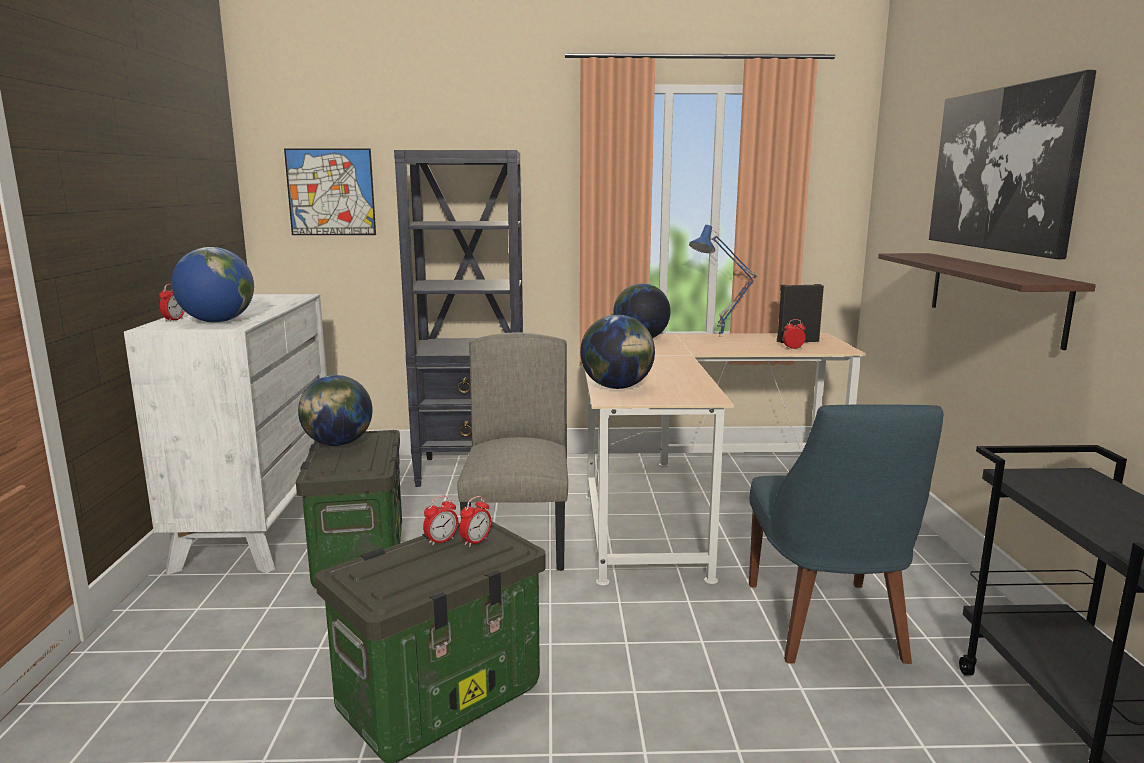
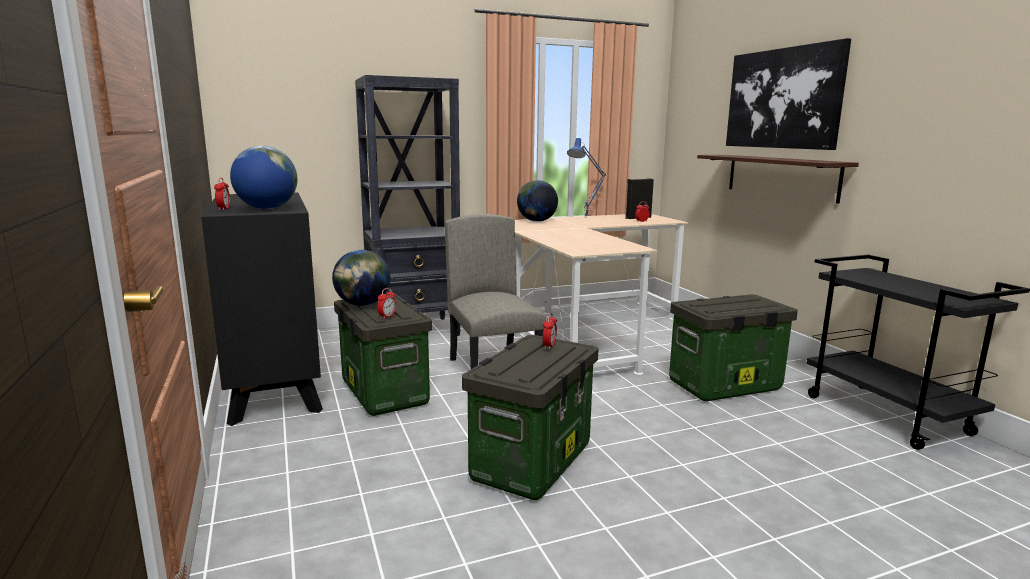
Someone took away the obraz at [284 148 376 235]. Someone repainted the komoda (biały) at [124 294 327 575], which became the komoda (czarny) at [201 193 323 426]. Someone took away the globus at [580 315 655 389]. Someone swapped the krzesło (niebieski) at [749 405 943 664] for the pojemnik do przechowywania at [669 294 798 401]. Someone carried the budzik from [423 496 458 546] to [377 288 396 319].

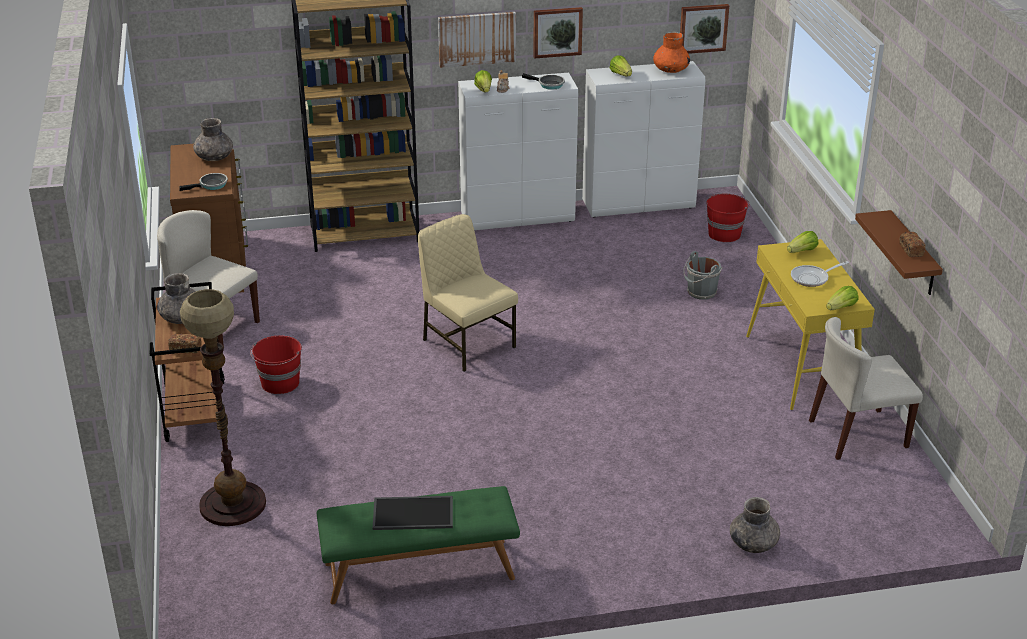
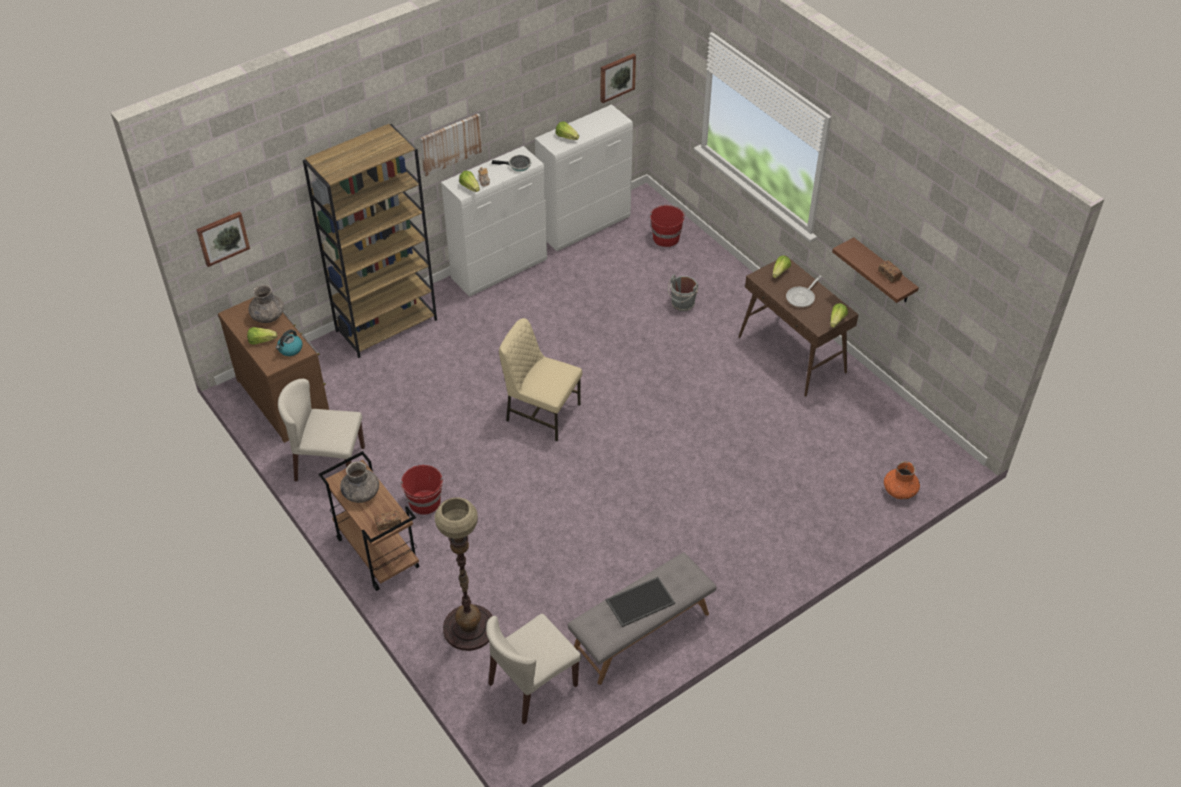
Someone carried the obraz from [533 7 583 59] to [196 211 250 267]. Someone carried the wazon (pomarańczowy) from [653 32 690 73] to [884 461 920 499]. Someone swapped the patelnia at [179 173 228 191] for the czajnik at [276 330 303 356]. Someone repainted the stolik konsolowy (żółty) at [746 239 875 410], which became the stolik konsolowy (brązowy) at [738 255 859 397]. Someone carried the krzesło (beżowy) from [809 317 923 460] to [486 614 581 724]. Someone repainted the ławka (zielony) at [317 486 520 604], which became the ławka (szary) at [568 552 717 685]. Someone took away the wazon (szary) at [730 497 780 553]. Someone put down the sałata at [247 327 277 345].

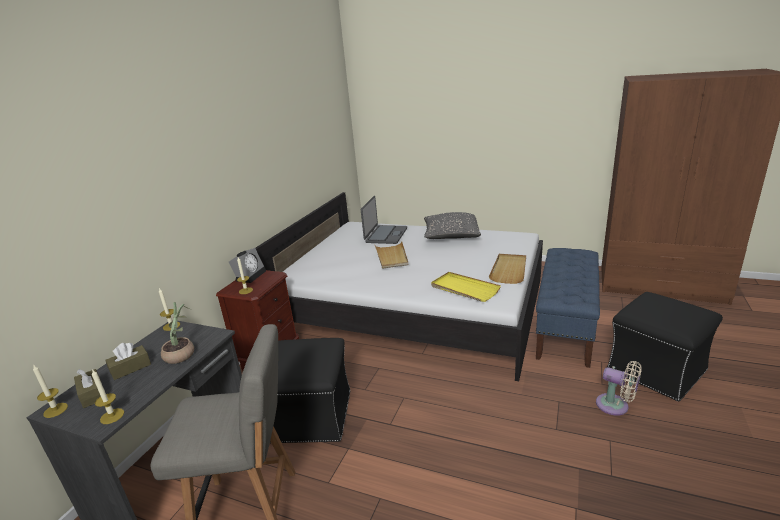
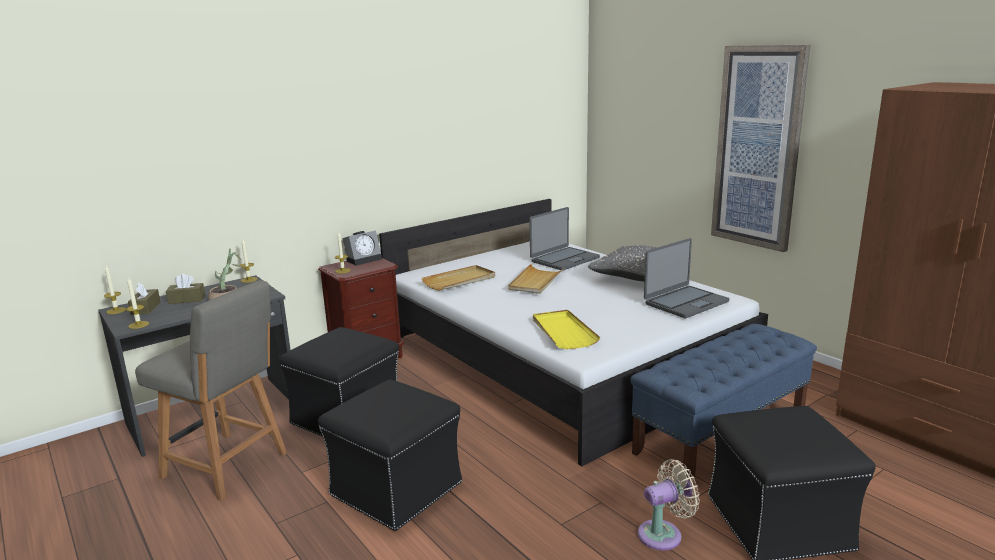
Someone carried the taca (beżowy) from [489 254 526 284] to [422 265 495 291]. Someone rotated the wentylator (beżowy) at [596 361 642 416] by 90 degrees counterclockwise. Someone put up the obraz at [711 45 810 252]. Someone put down the laptop at [644 238 729 318]. Someone put down the pufa (czarny) at [318 380 462 531].

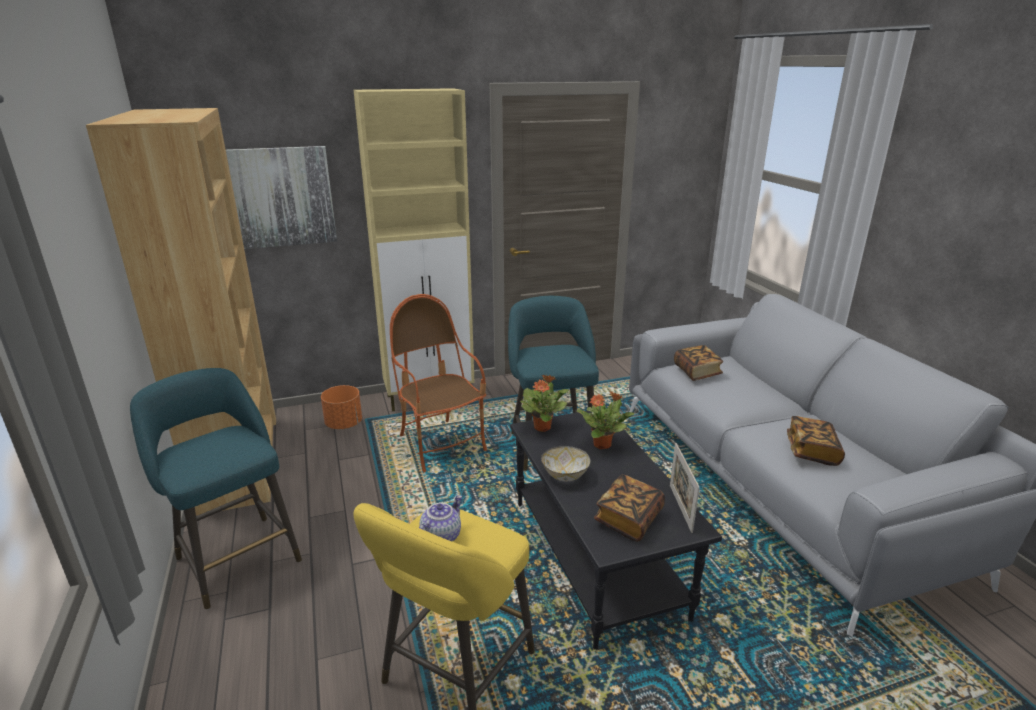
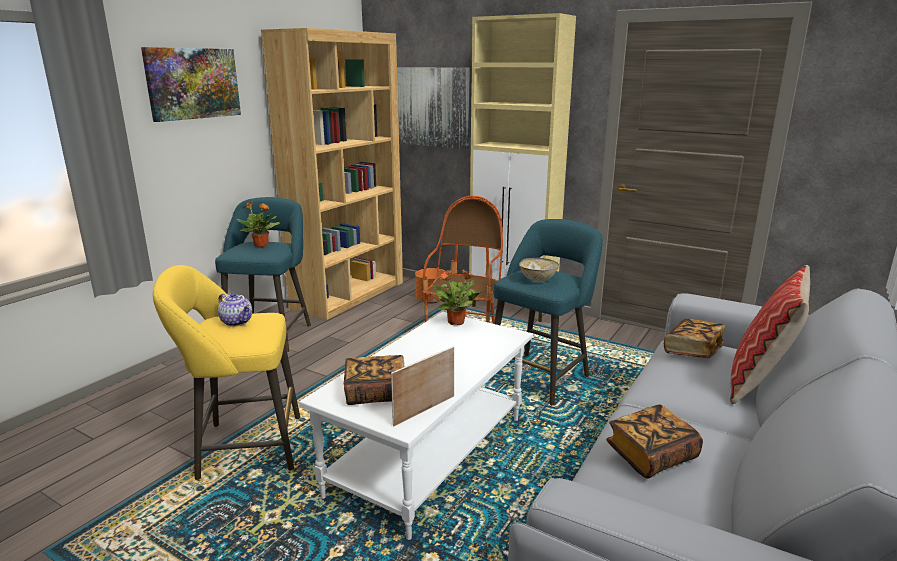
Someone carried the roślina doniczkowa from [577 391 634 449] to [236 201 280 247]. Someone repainted the ława (czarny) at [510 411 722 650], which became the ława (biały) at [299 312 533 540]. Someone carried the miska from [541 446 590 481] to [519 258 559 281]. Someone rotated the imbryk at [419 495 462 542] by 45 degrees clockwise. Someone put up the obraz at [141 47 241 122]. Someone put down the poduszka at [730 265 810 404].

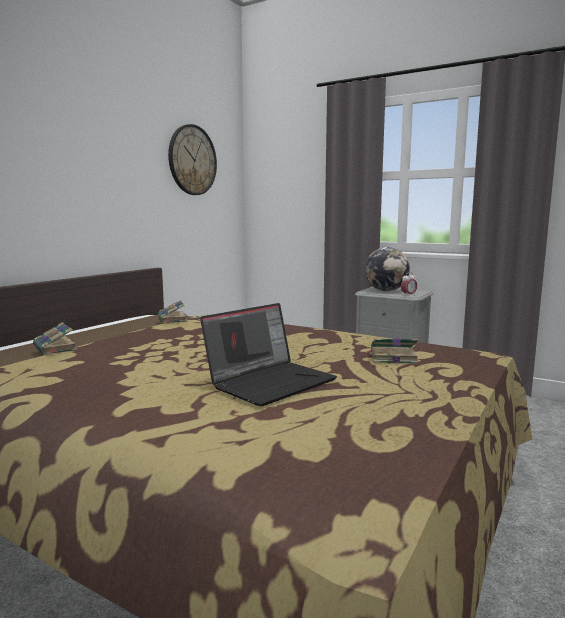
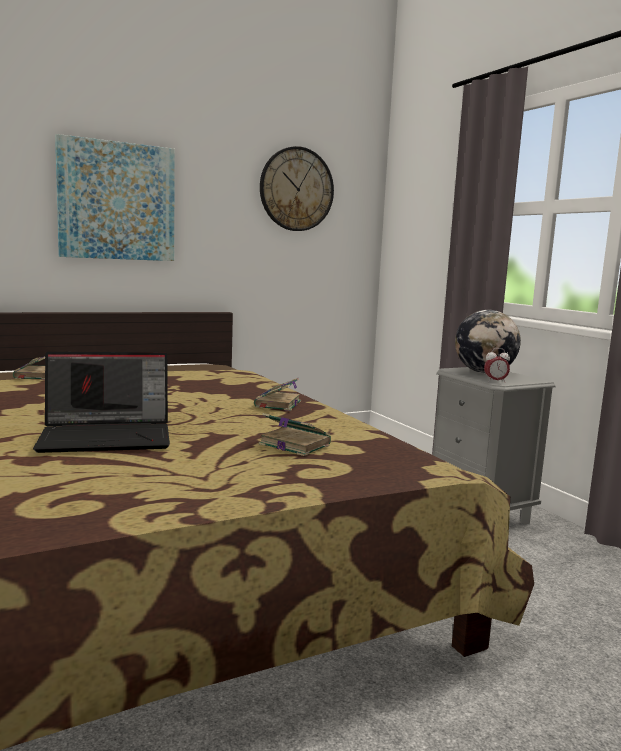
Someone carried the książka from [158 300 187 323] to [254 378 301 411]. Someone put up the obraz at [55 134 175 261].

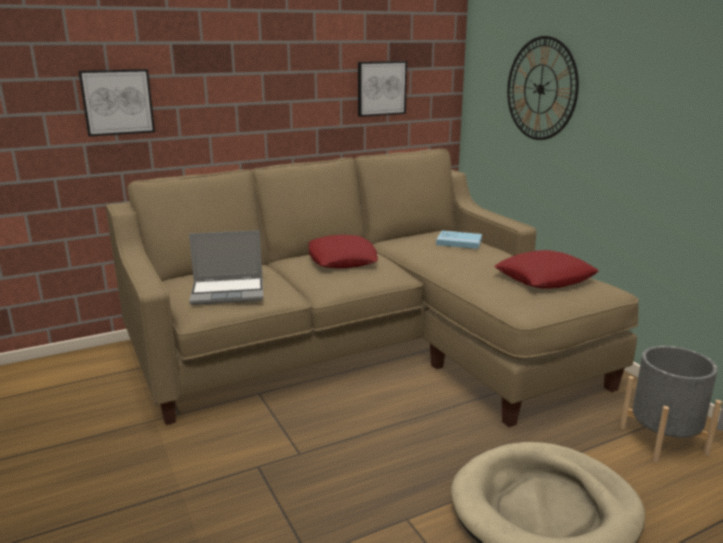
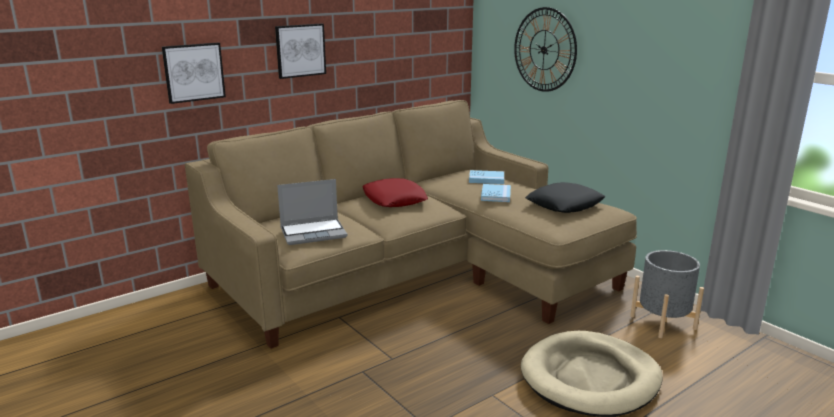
Someone carried the obraz from [358 61 407 117] to [275 23 326 79]. Someone repainted the poduszka (czerwony) at [494 250 599 289], which became the poduszka (czarny) at [525 182 605 213]. Someone put down the książka (niebieski) at [481 184 511 202].

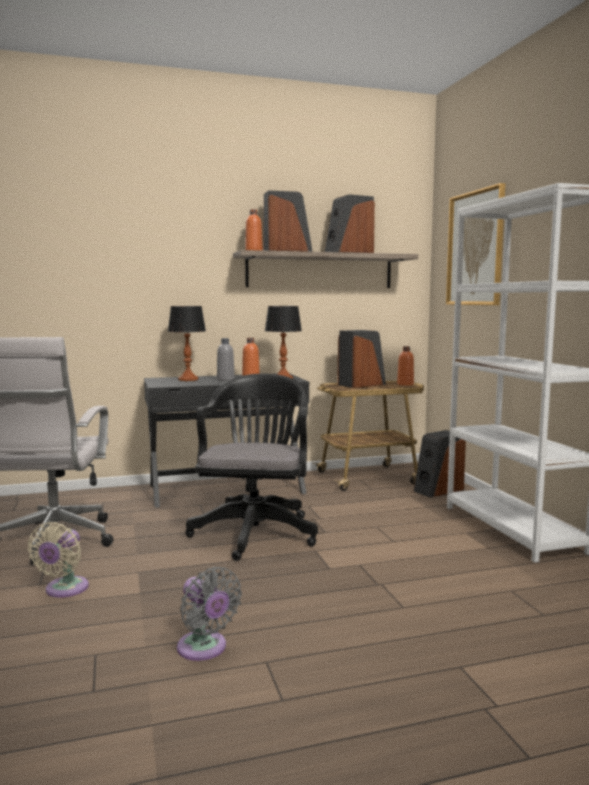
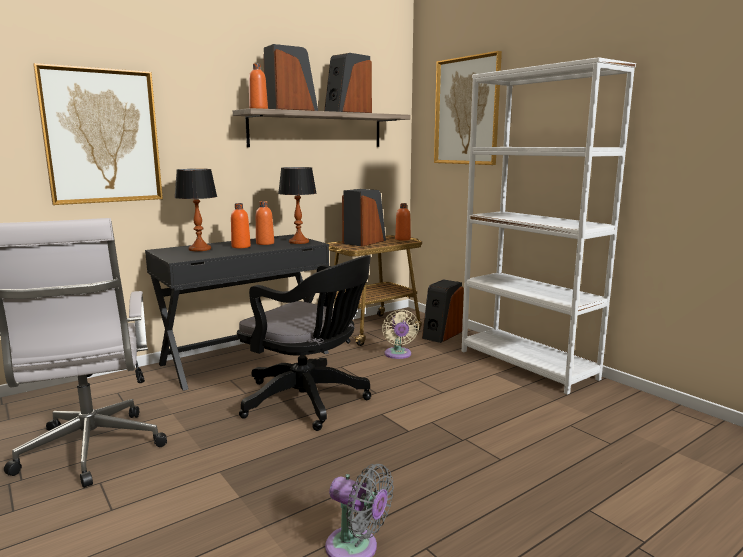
Someone repainted the butelka (szary) at [217 338 235 381], which became the butelka (pomarańczowy) at [231 203 251 248]. Someone rotated the krzesło biurowe (czarny) at [185 374 318 561] by 135 degrees clockwise. Someone carried the wentylator (beżowy) from [27 522 89 598] to [382 309 419 359]. Someone put up the obraz at [33 63 163 205].

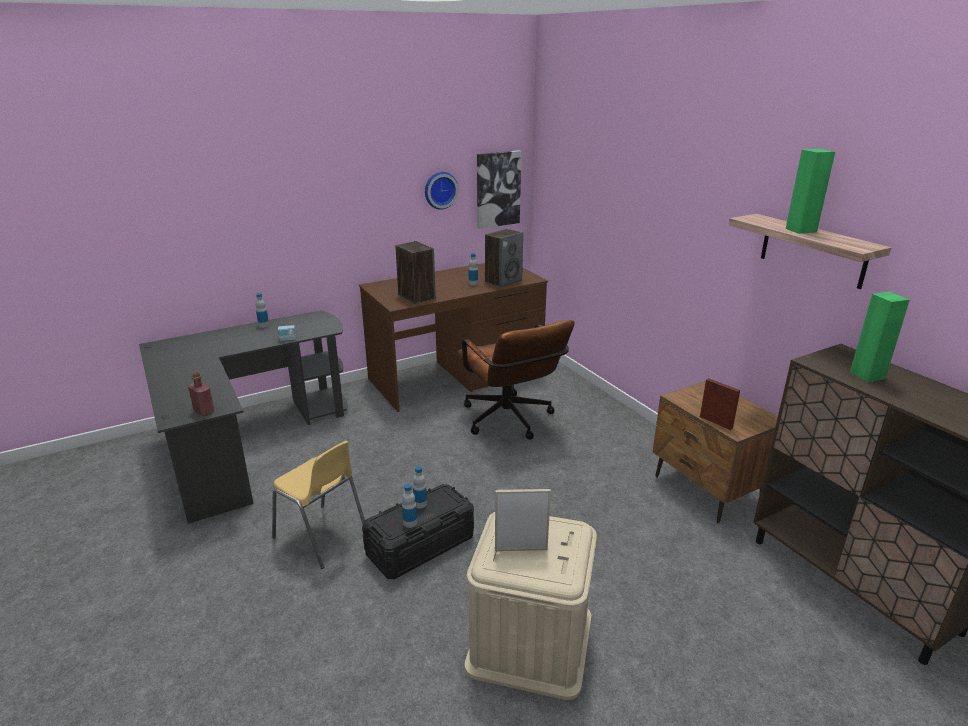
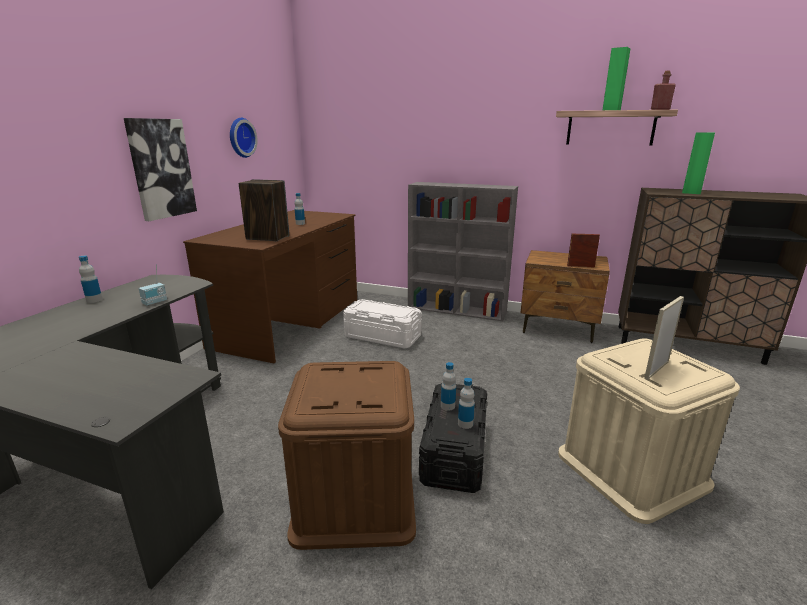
Someone carried the obraz from [477 151 521 229] to [124 118 197 221]. Someone took away the głośnik at [485 229 523 288]. Someone swapped the krzesło biurowe (brązowy) at [457 320 575 440] for the pojemnik do przechowywania (biały) at [343 299 422 349]. Someone carried the butelka (czerwony) from [188 372 214 416] to [651 71 676 110]. Someone swapped the krzesło (żółty) at [272 441 365 569] for the pojemnik do przechowywania (brązowy) at [278 361 416 550]. Someone put down the regał (szary) at [408 182 518 321].

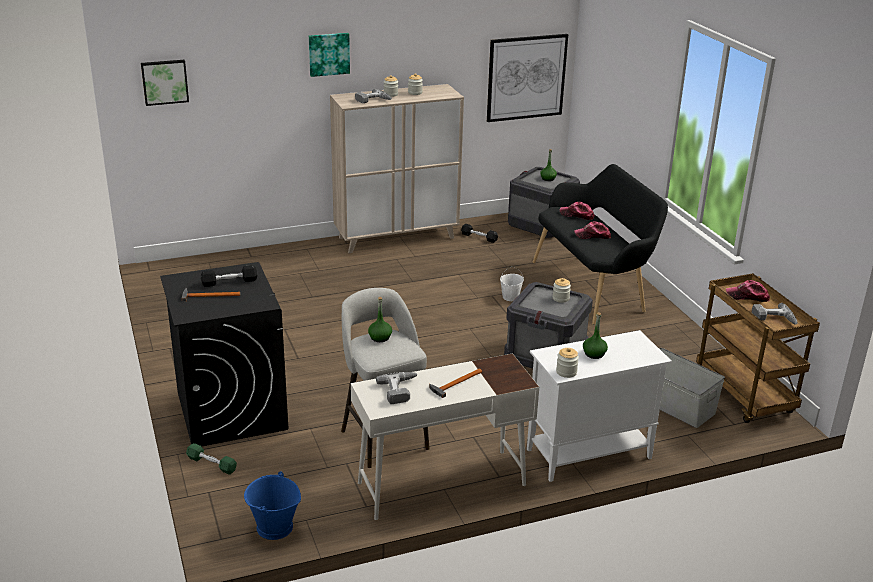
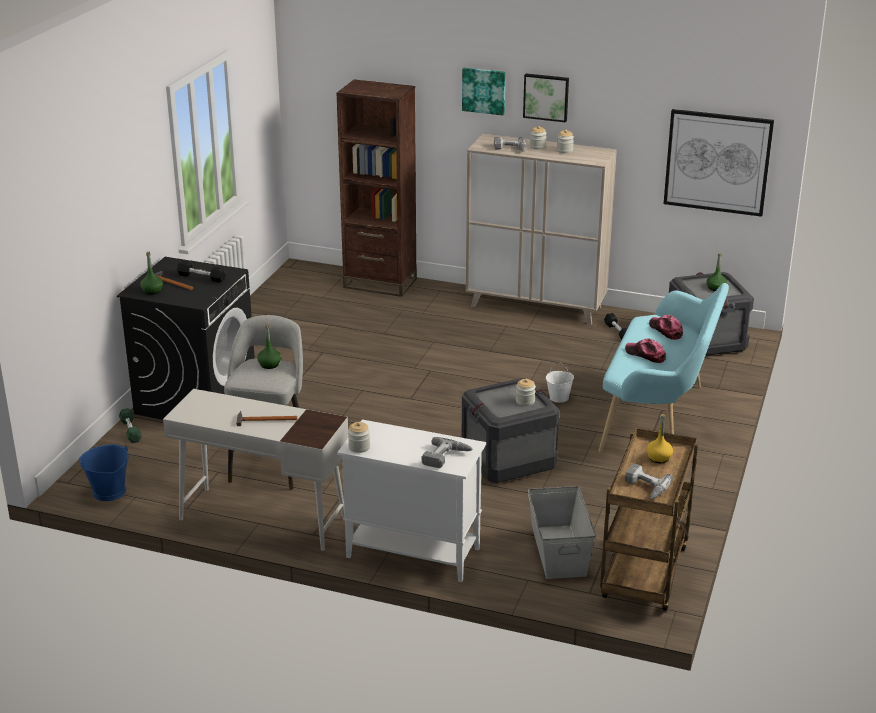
Someone carried the obraz from [141 60 189 106] to [523 73 569 123]. Someone repainted the ławka (czarny) at [533 164 668 325], which became the ławka (turkusowy) at [598 283 729 453]. Someone swapped the czapka z daszkiem at [726 280 770 302] for the butelka (żółty) at [646 414 673 463]. Someone carried the butelka (zielony) from [583 312 608 359] to [140 252 163 295]. Someone carried the wiertarka from [376 372 418 404] to [422 437 473 468]. Someone put down the regał (brązowy) at [337 79 417 297].

